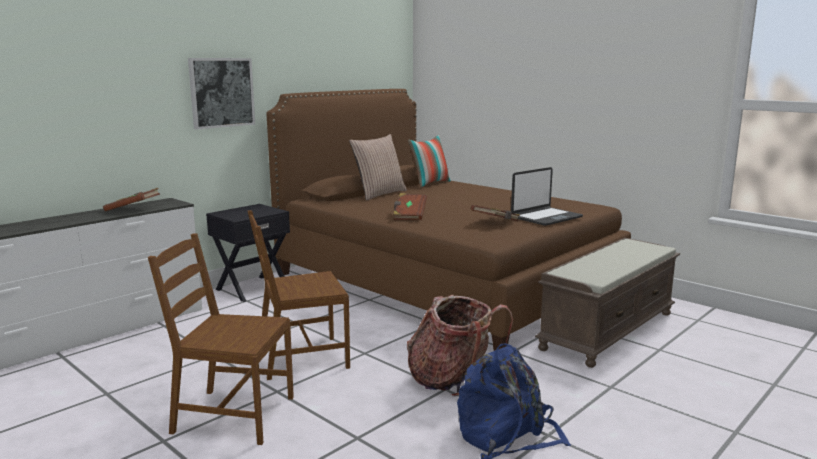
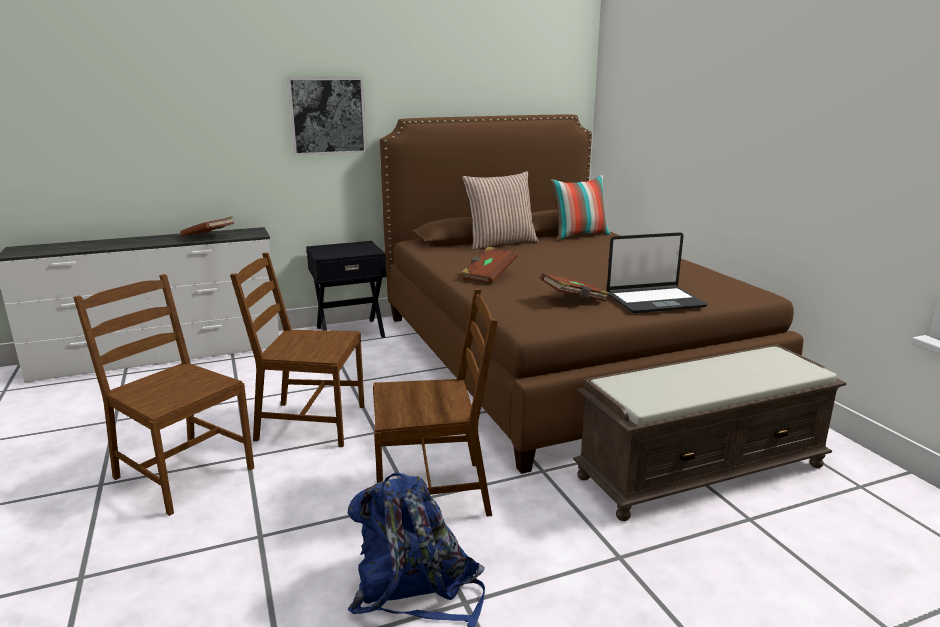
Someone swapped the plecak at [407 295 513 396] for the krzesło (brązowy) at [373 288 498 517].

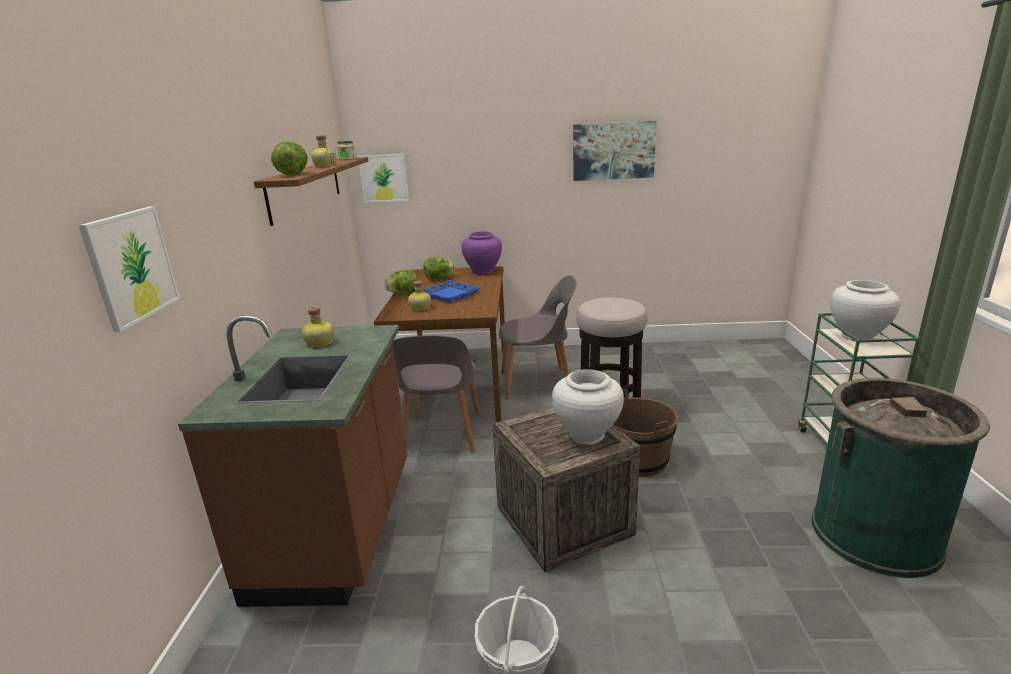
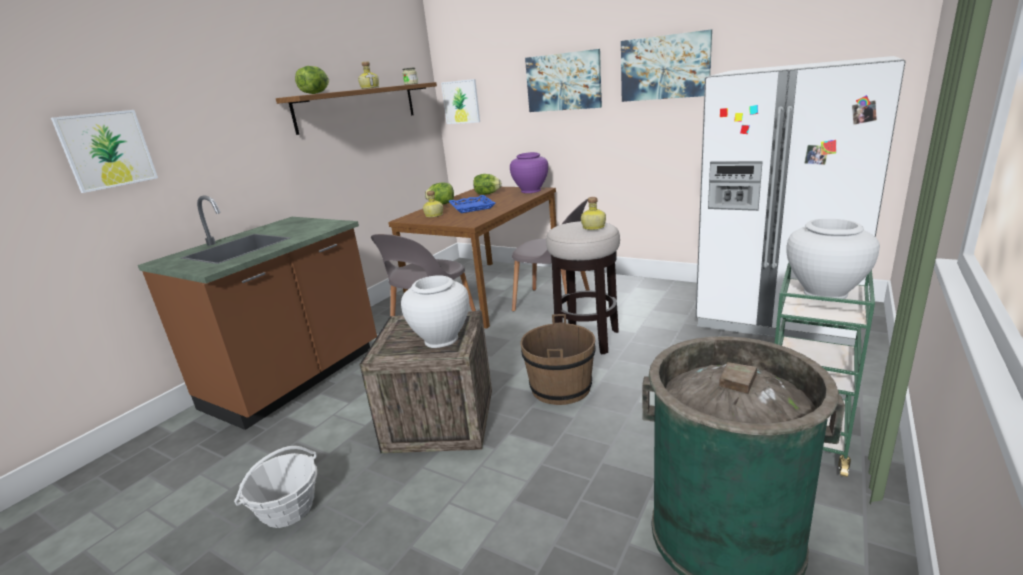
Someone carried the butelka from [302 307 334 347] to [581 197 606 230]. Someone put up the obraz at [525 49 602 112]. Someone put down the lodówka (biały) at [696 56 906 346].

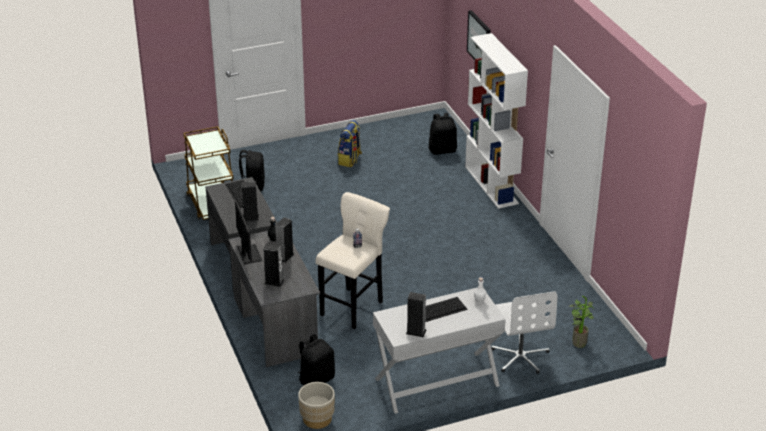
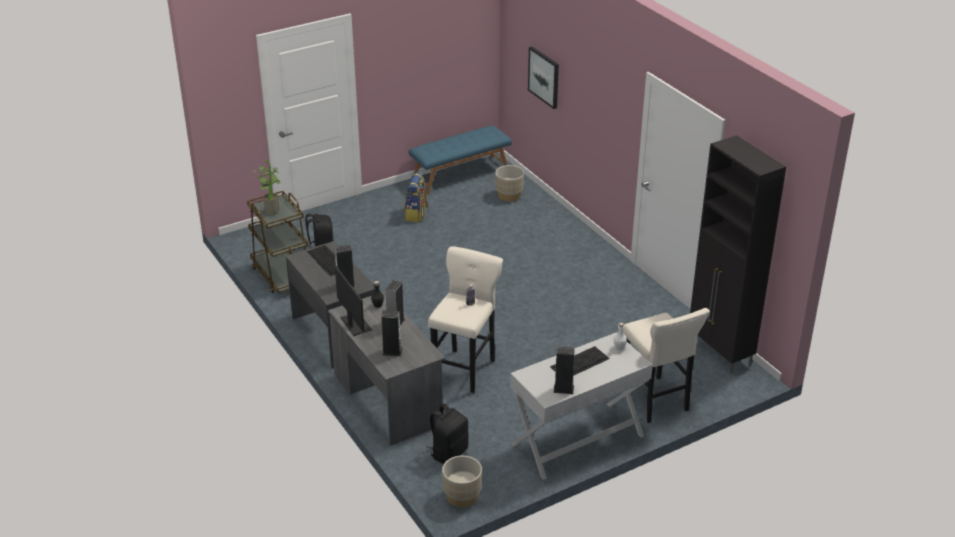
Someone took away the regał (biały) at [465 33 528 209]. Someone swapped the plecak (czarny) at [429 113 457 155] for the donica (beżowy) at [495 165 524 202]. Someone swapped the krzesło biurowe (biały) at [491 291 557 374] for the stołek (beżowy) at [623 308 710 423]. Someone carried the roślina doniczkowa from [568 296 594 348] to [253 159 280 215]. Someone put down the ławka (niebieski) at [409 125 512 194]. Someone put down the szafka (czarny) at [690 135 786 374].

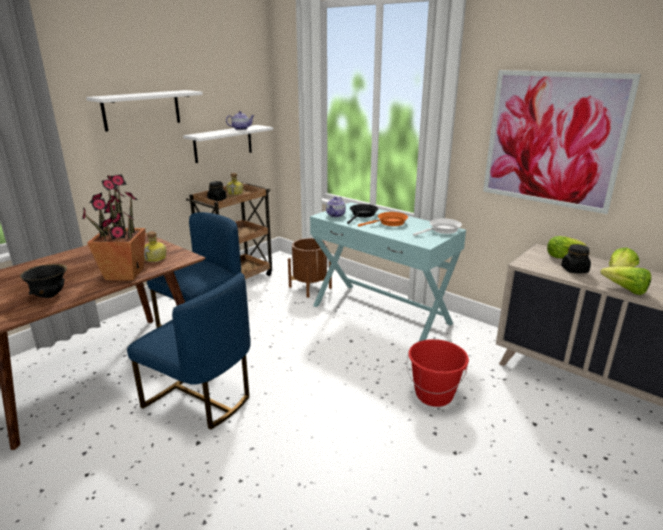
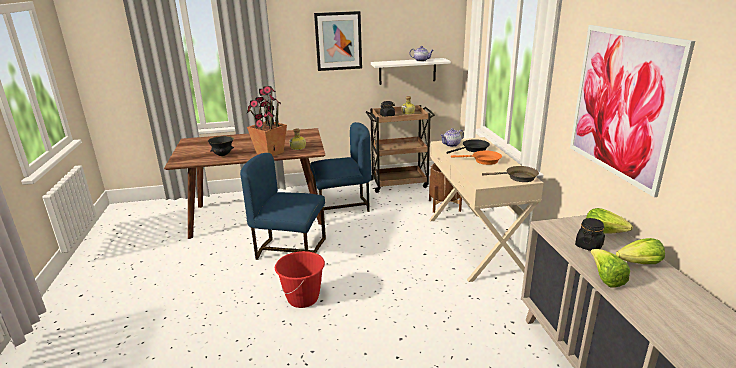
Someone swapped the półka (biały) at [86 90 203 132] for the obraz at [314 11 362 71]. Someone repainted the stolik konsolowy (turkusowy) at [310 202 466 341], which became the stolik konsolowy (beżowy) at [429 137 544 282]. Someone repainted the patelnia (biały) at [413 218 462 236], which became the patelnia (brązowy) at [482 166 539 182]. Someone rotated the krzesło (niebieski) at [127 273 251 430] by 120 degrees clockwise. Someone carried the wiadro (czerwony) from [407 339 469 407] to [275 251 325 308].

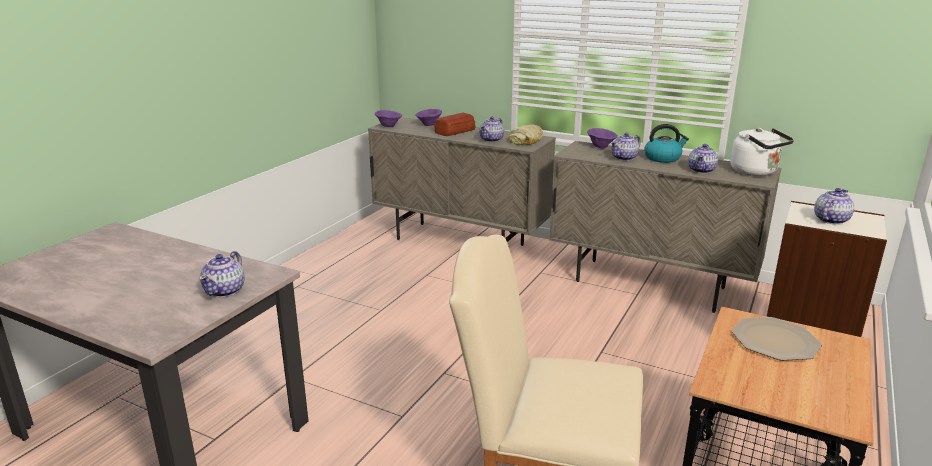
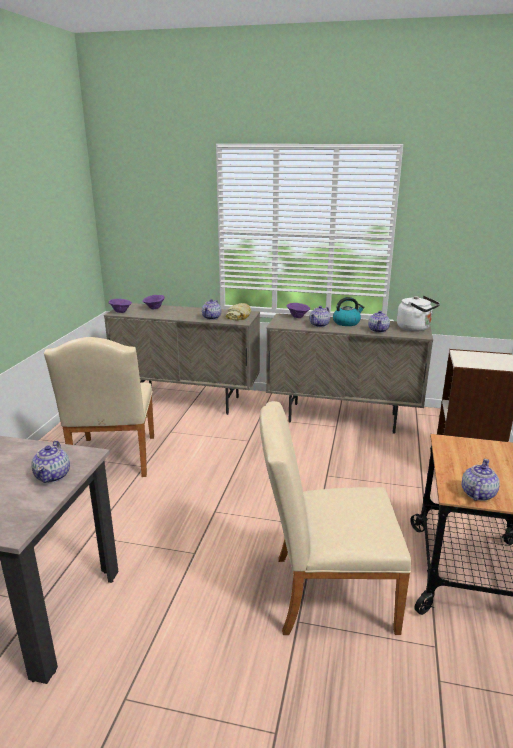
Someone took away the chleb at [434 113 475 136]. Someone carried the imbryk from [814 188 854 225] to [462 459 500 501]. Someone took away the talerz at [732 317 822 361]. Someone put down the krzesło (beżowy) at [44 337 154 477].

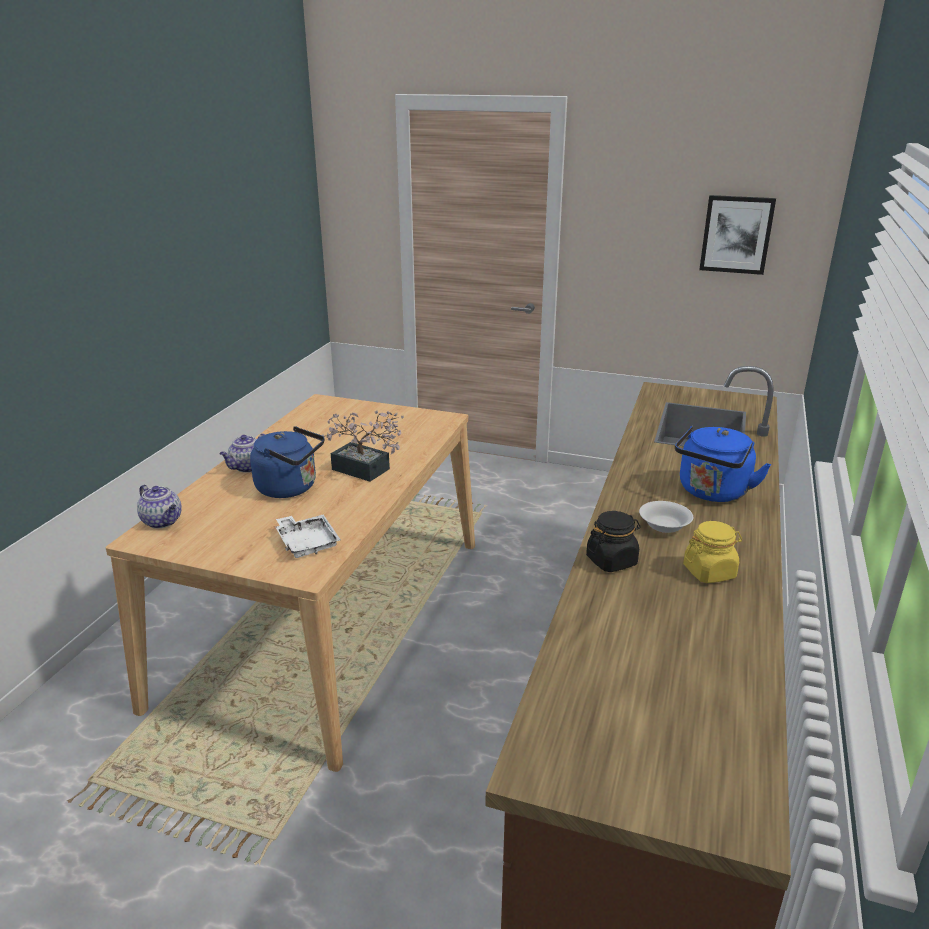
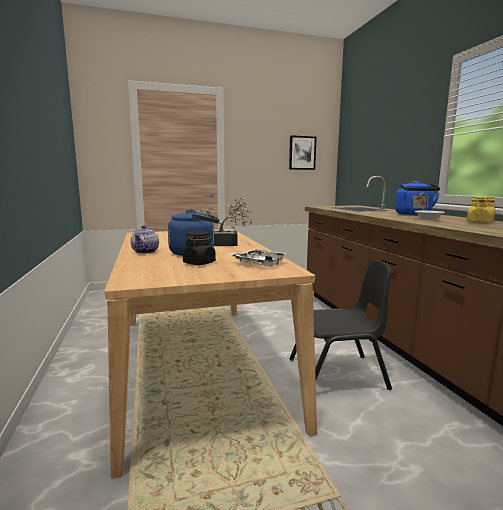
Someone took away the imbryk at [137 485 182 529]. Someone carried the słoik (czarny) from [586 511 641 572] to [183 231 216 265]. Someone put down the krzesło (czarny) at [289 260 393 390].

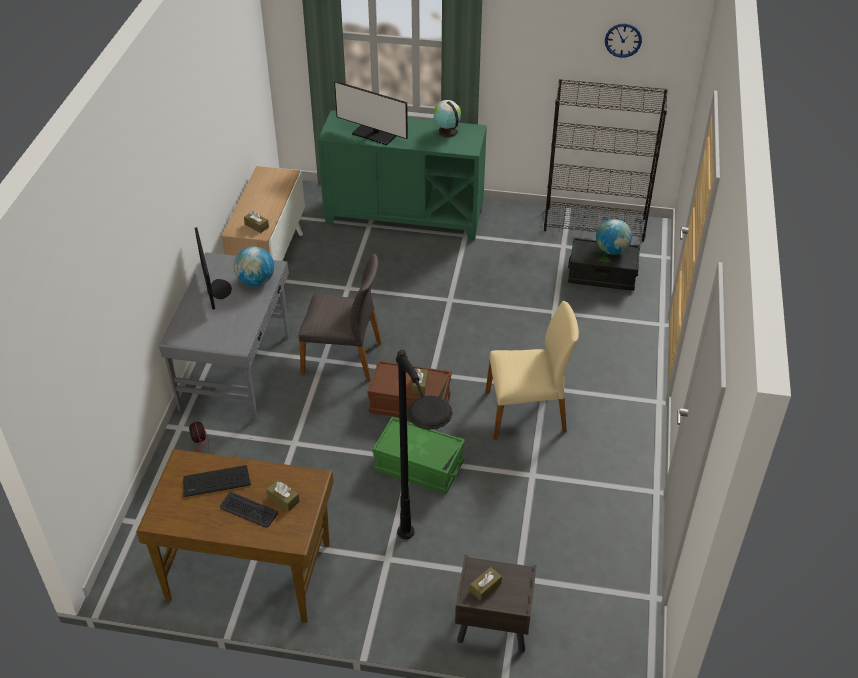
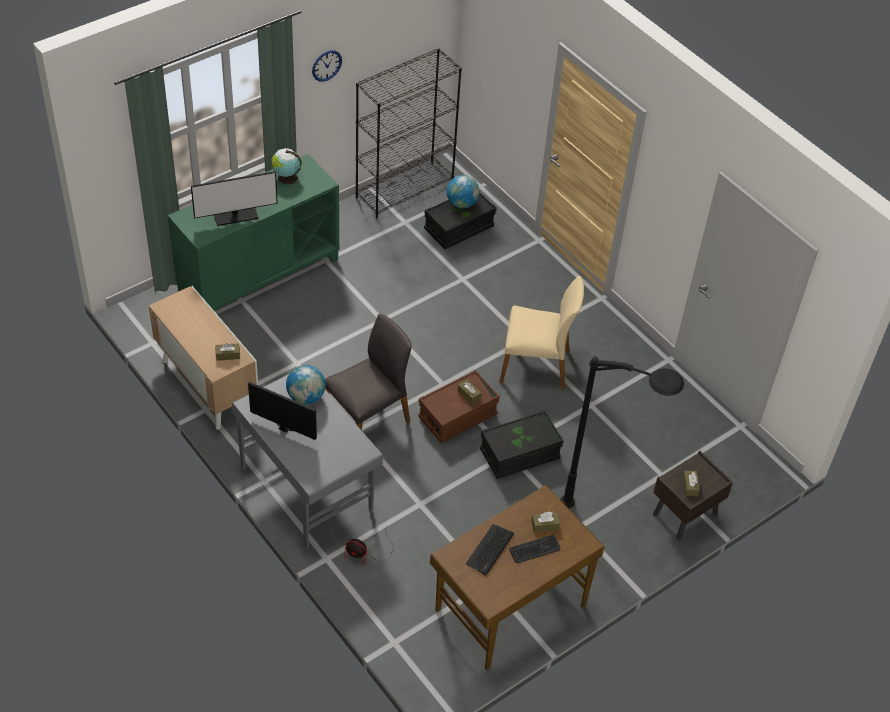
Someone carried the zegar ścienny from [605 24 642 58] to [312 50 342 82]. Someone rotated the krzesło (beżowy) at [485 301 579 440] by 60 degrees clockwise. Someone repainted the pojemnik do przechowywania (zielony) at [372 417 465 494], which became the pojemnik do przechowywania (czarny) at [480 410 564 479].

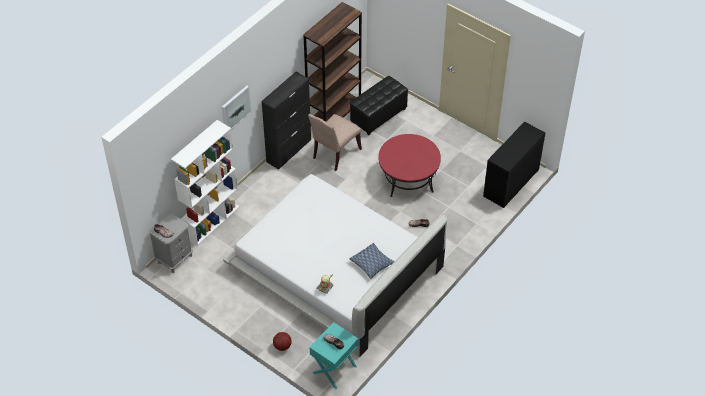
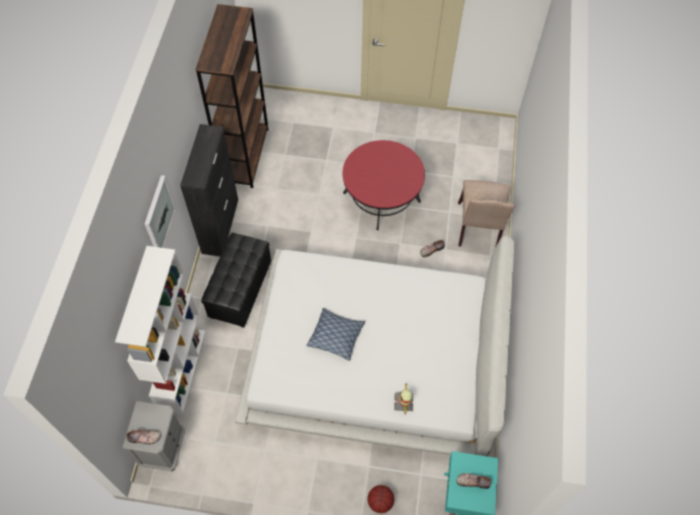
Someone carried the pufa (czarny) from [350 76 408 135] to [201 233 271 328]. Someone carried the krzesło (beżowy) from [308 114 362 171] to [458 180 515 248]. Someone took away the biurko (czarny) at [483 121 545 208]. Someone carried the poduszka from [349 243 395 279] to [306 308 365 361].

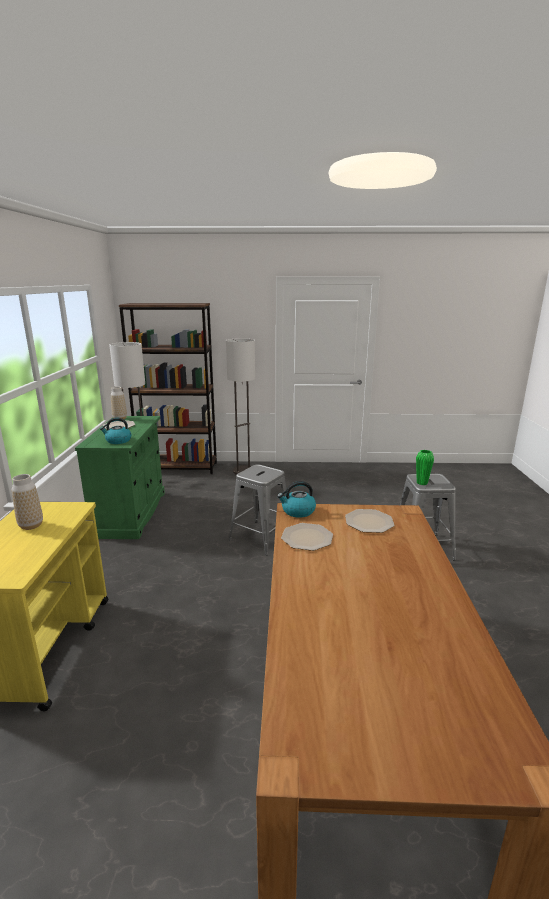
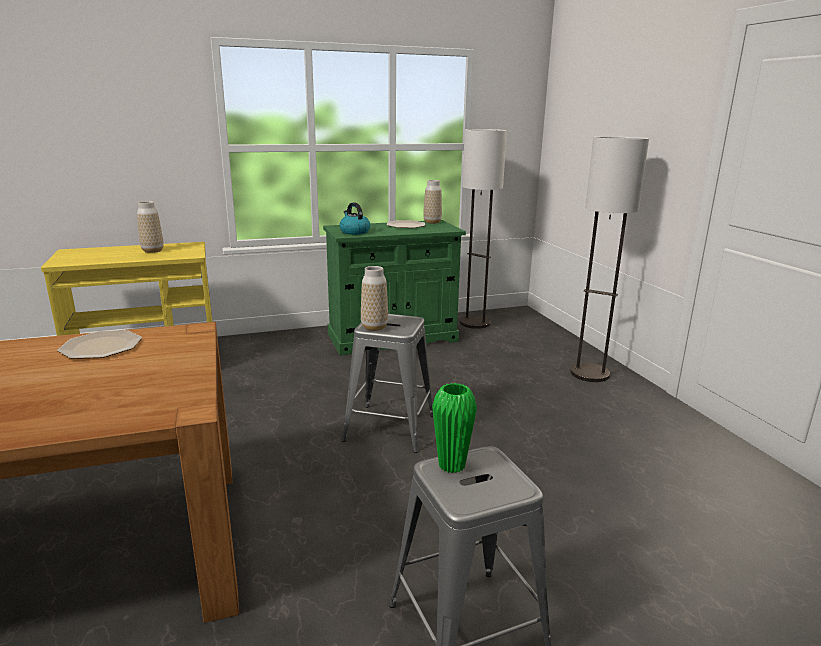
Someone took away the regał (brązowy) at [119 303 217 474]. Someone took away the czajnik at [277 481 316 518]. Someone took away the talerz at [345 509 394 533]. Someone put down the wazon at [361 266 388 331].

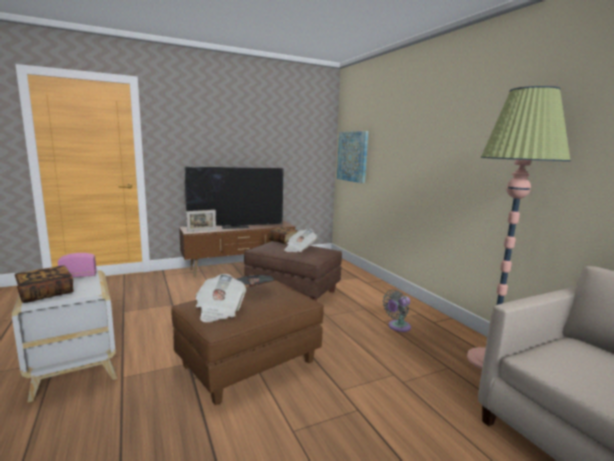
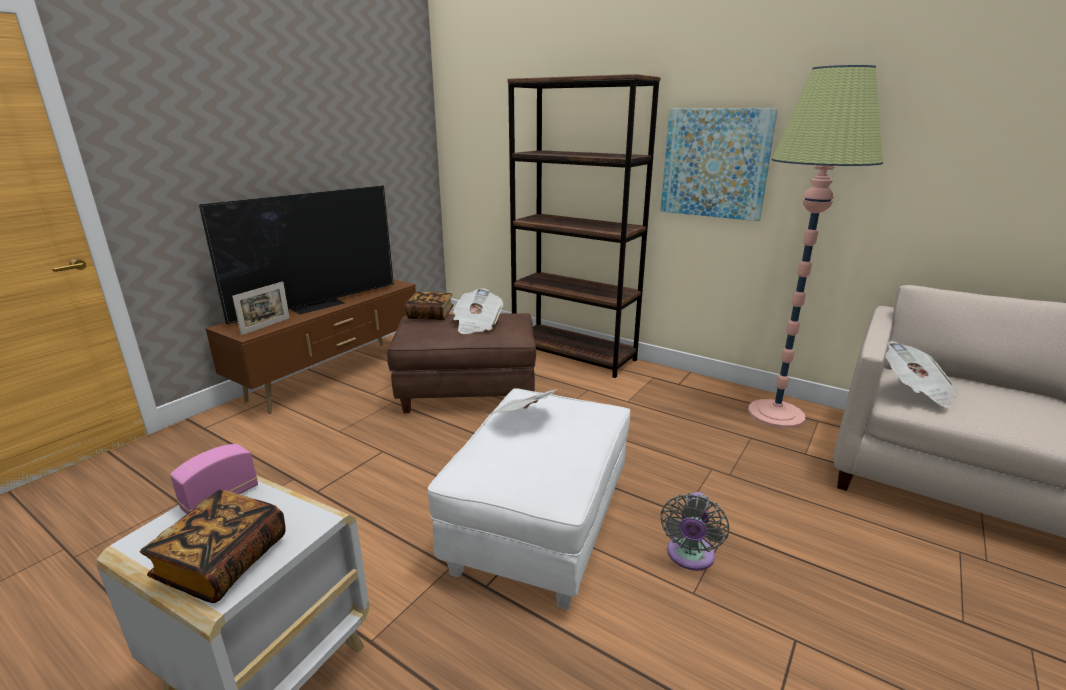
Someone carried the obraz from [337 131 368 183] to [660 108 778 221]. Someone carried the gazeta from [195 274 246 322] to [886 341 958 408]. Someone repainted the pufa (brązowy) at [171 281 324 405], which became the pufa (biały) at [428 388 631 610]. Someone carried the wentylator (szary) from [383 290 411 332] to [661 492 729 571]. Someone put down the regał (brązowy) at [507 74 661 378].

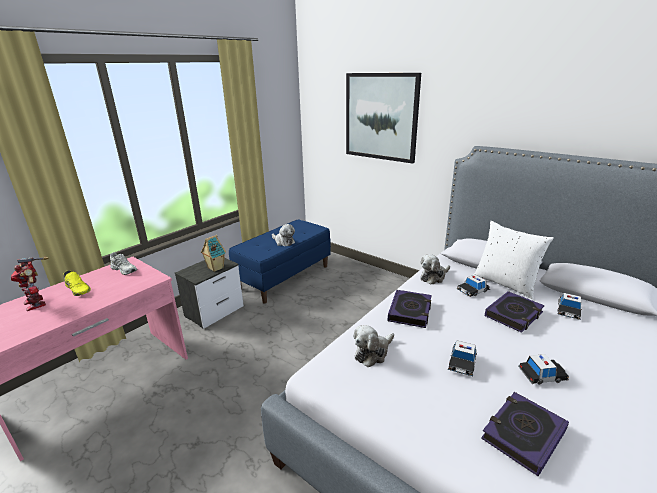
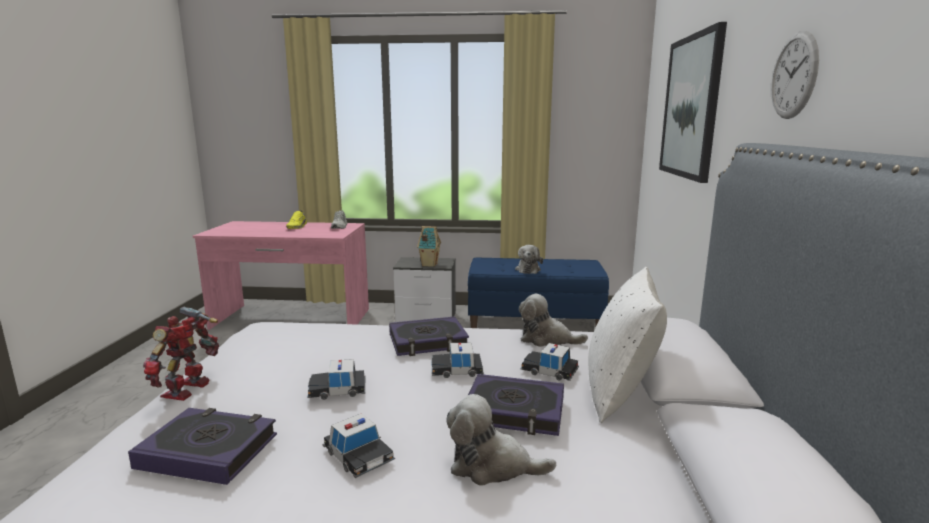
Someone carried the robot zabawkowy from [11 257 48 311] to [143 306 219 401]. Someone carried the samochodzik from [557 293 582 320] to [431 343 484 378]. Someone carried the pluszak from [353 325 394 367] to [446 394 556 486]. Someone put up the zegar ścienny at [771 31 819 119].

